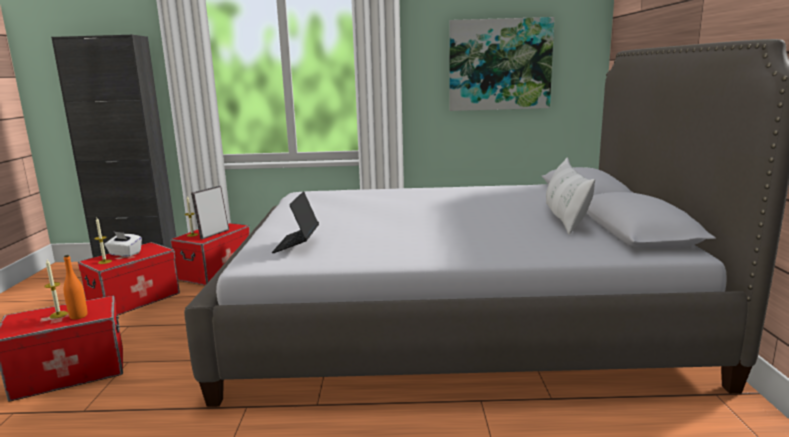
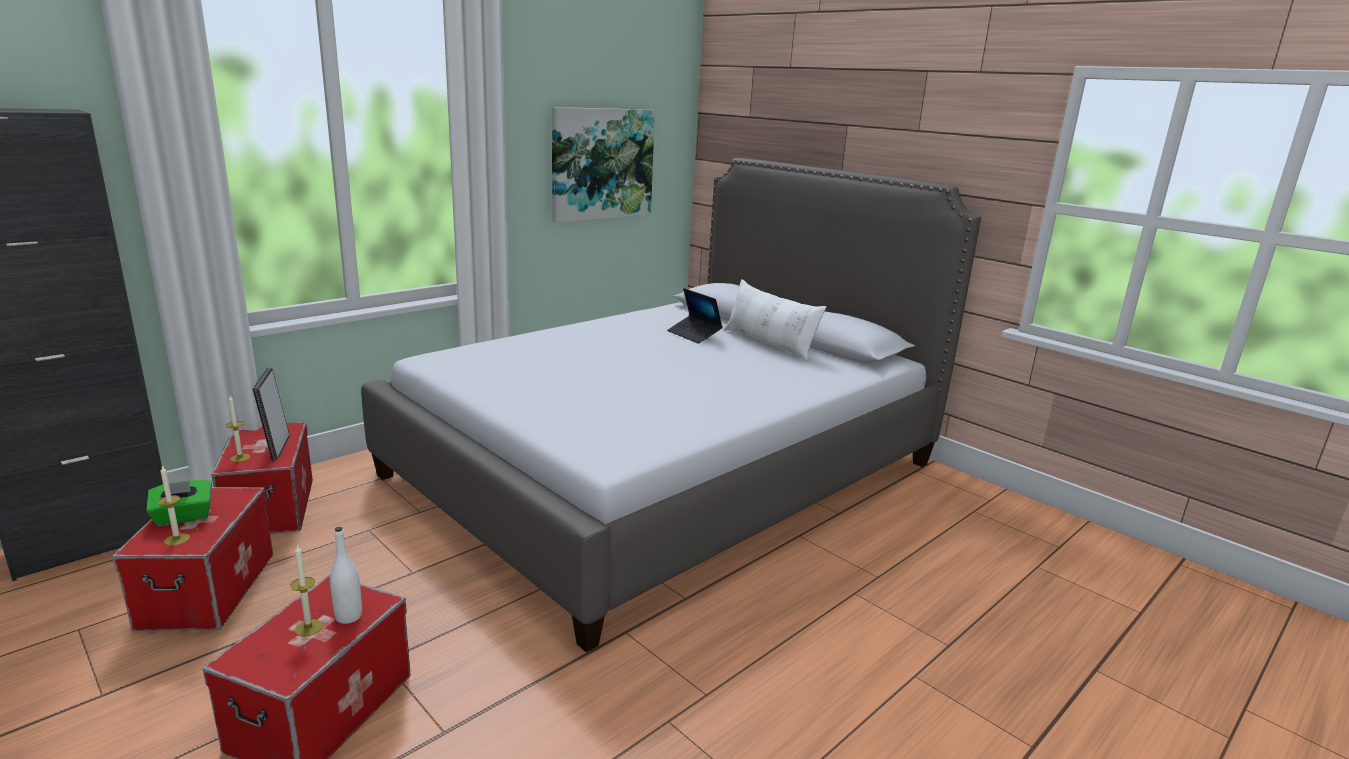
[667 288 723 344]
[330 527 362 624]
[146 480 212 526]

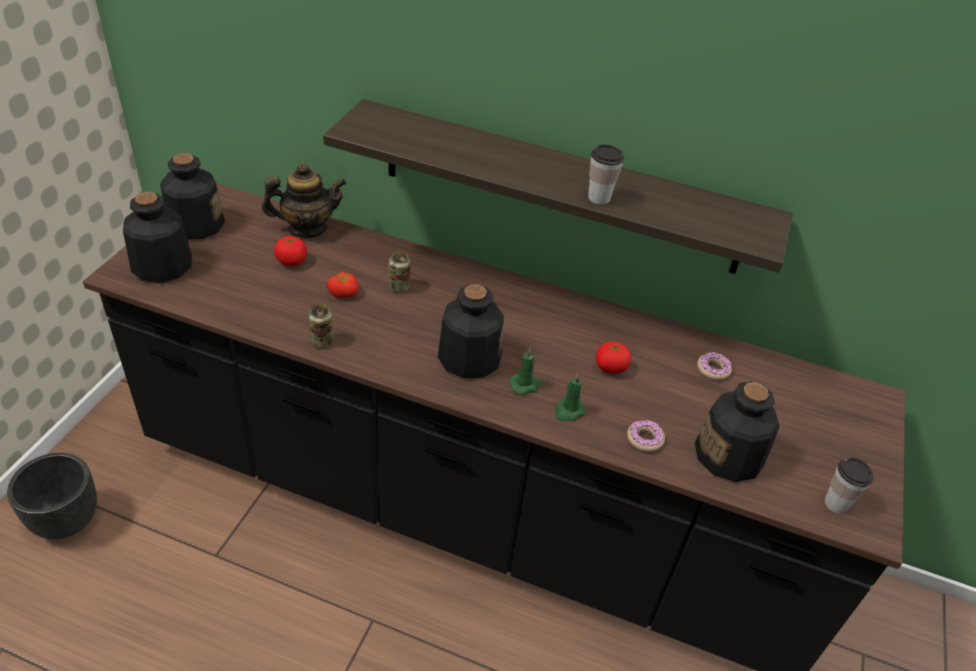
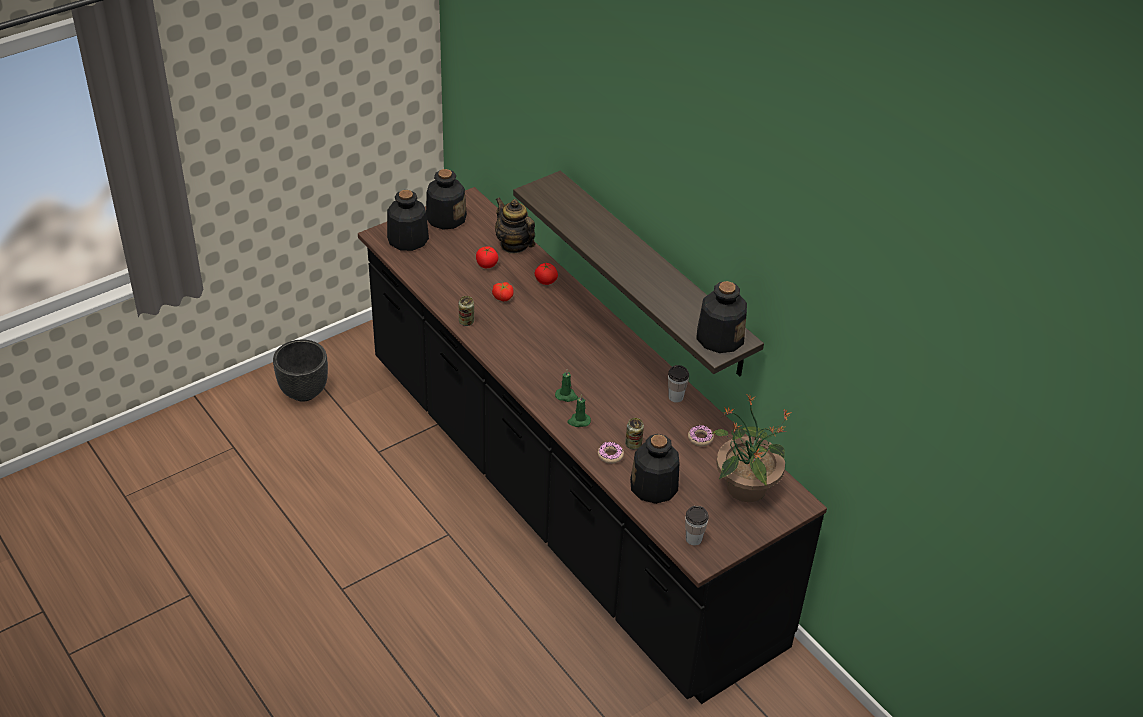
[712 394 792 502]
[625 418 644 449]
[696 281 747 353]
[668 365 689 403]
[535 263 558 285]
[495 197 535 254]

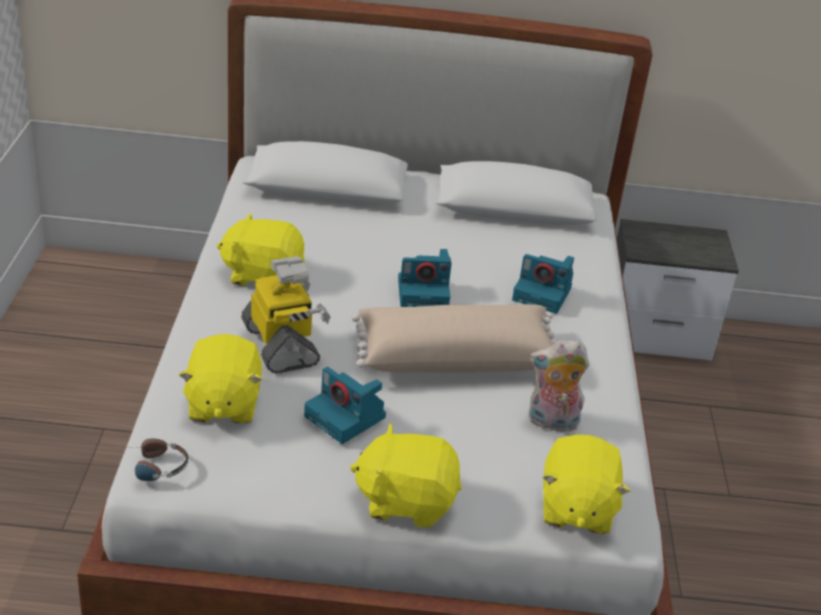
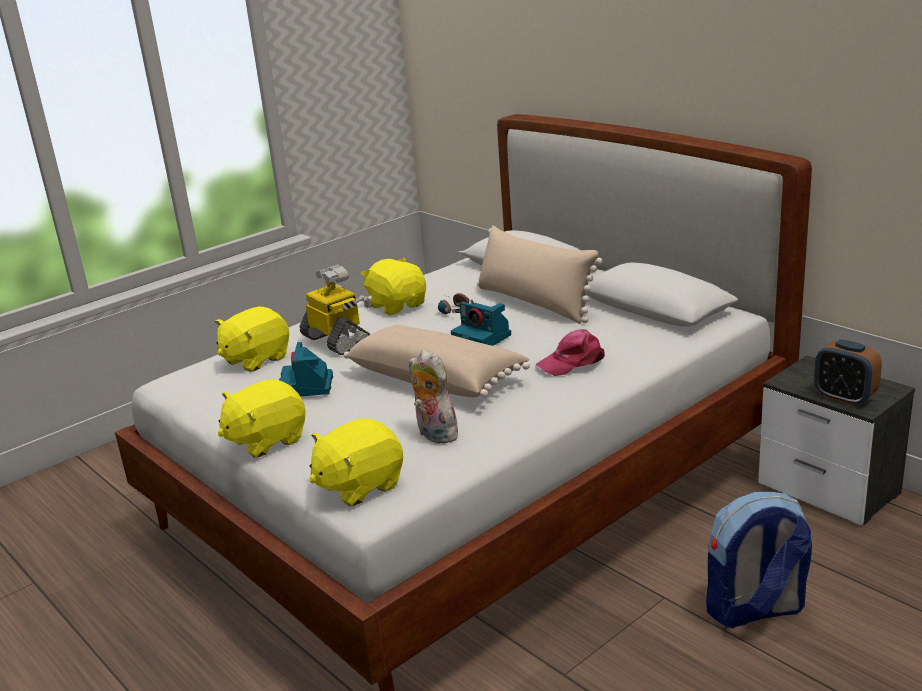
[477 225 603 324]
[706 492 812 628]
[814 339 882 406]
[438 293 474 314]
[536 329 605 376]
[300 265 372 355]
[218 379 306 458]

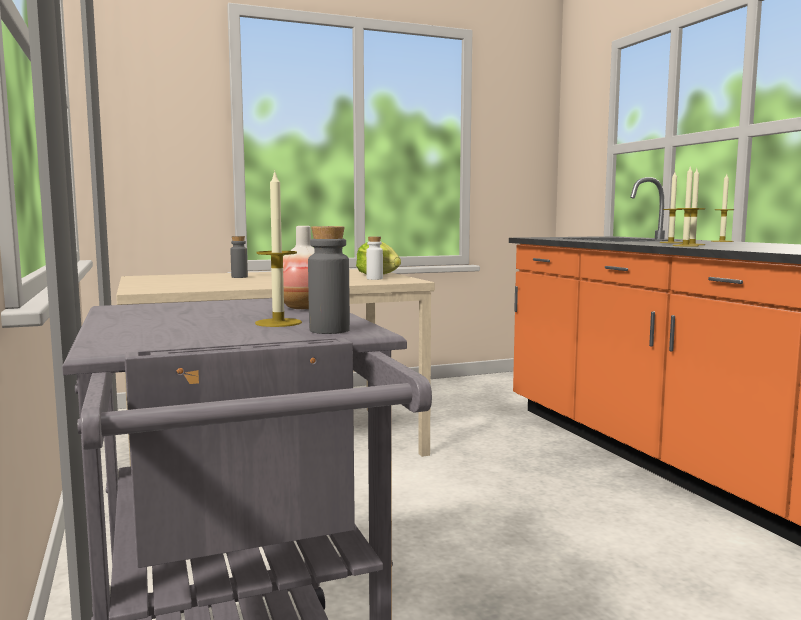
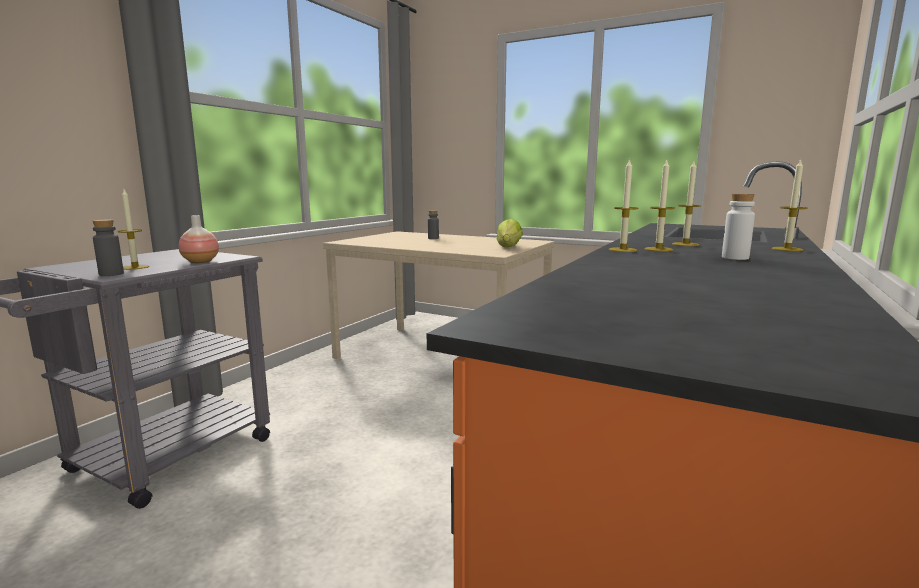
[722 193 755 260]

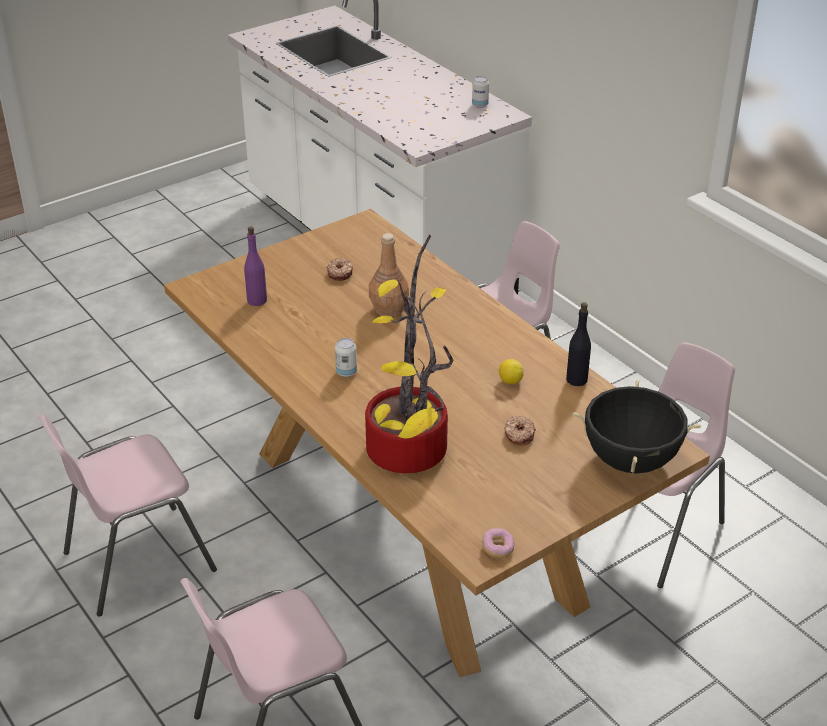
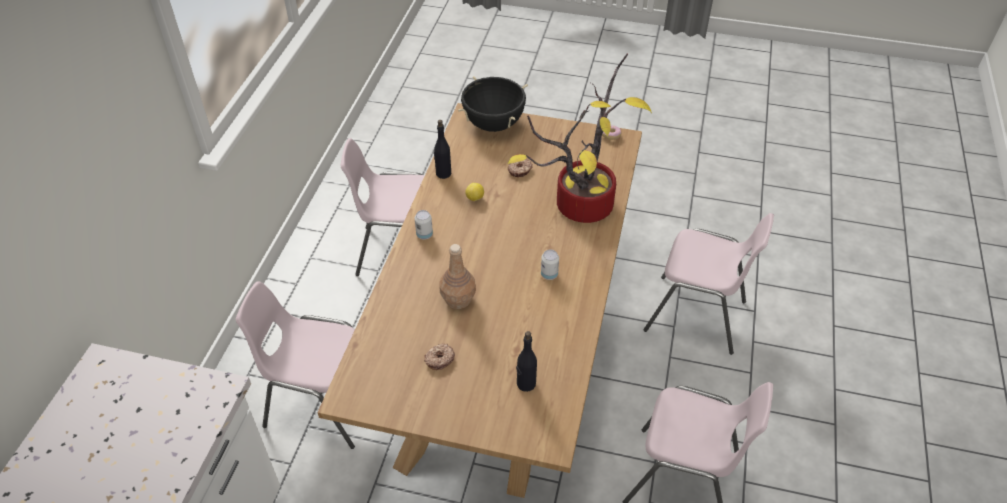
[415 210 433 240]
[516 331 537 392]

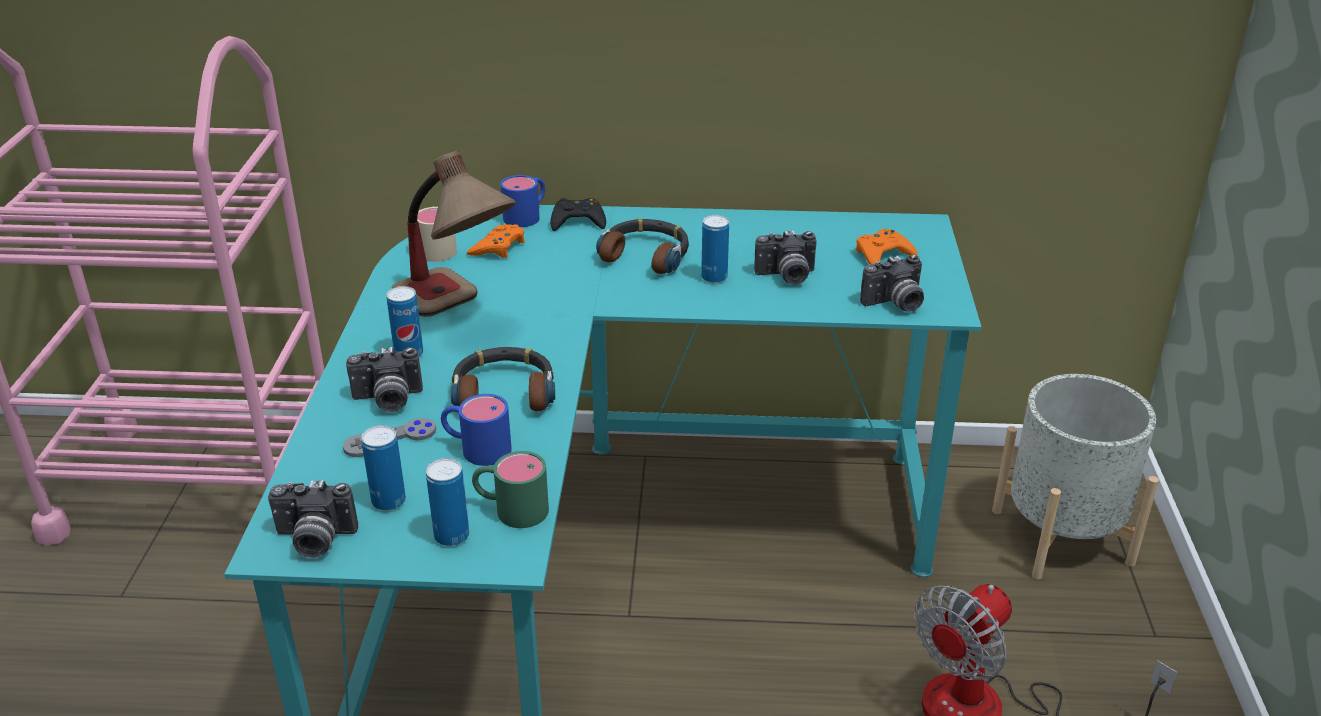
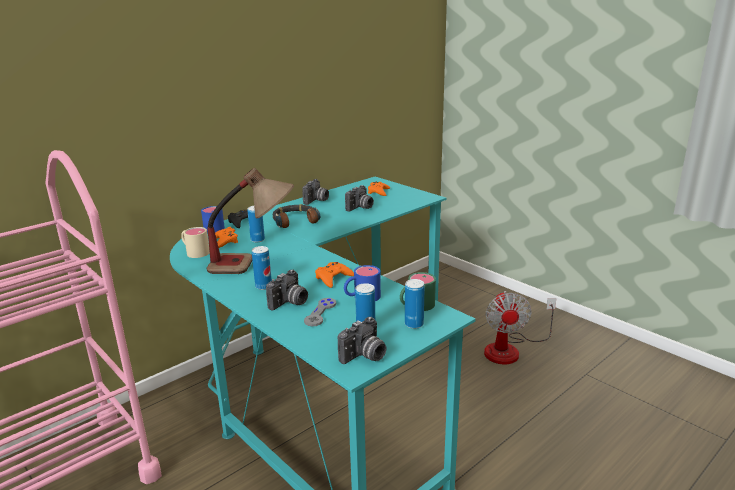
[992 374 1159 579] (first image)
[247 206 265 242]
[302 179 329 205]
[315 262 354 288]

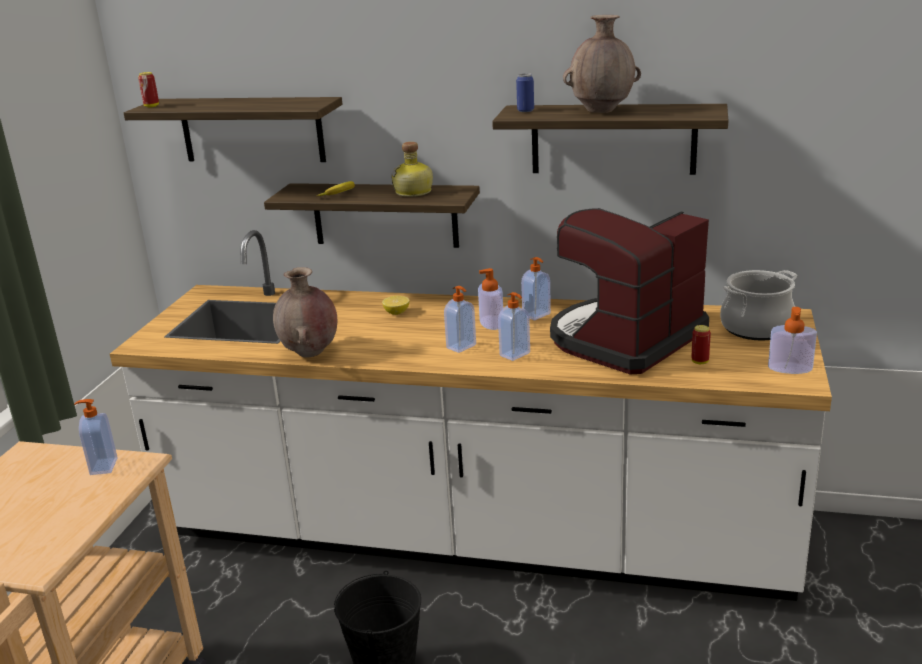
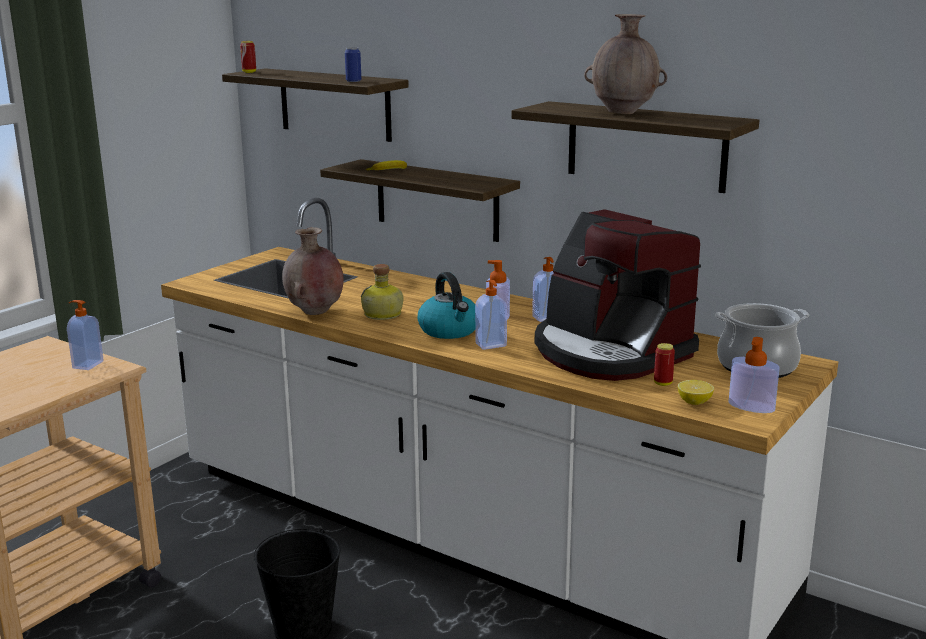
[678 380 714 405]
[361 264 403 320]
[345 47 361 82]
[418 272 475 339]
[535 209 701 381]

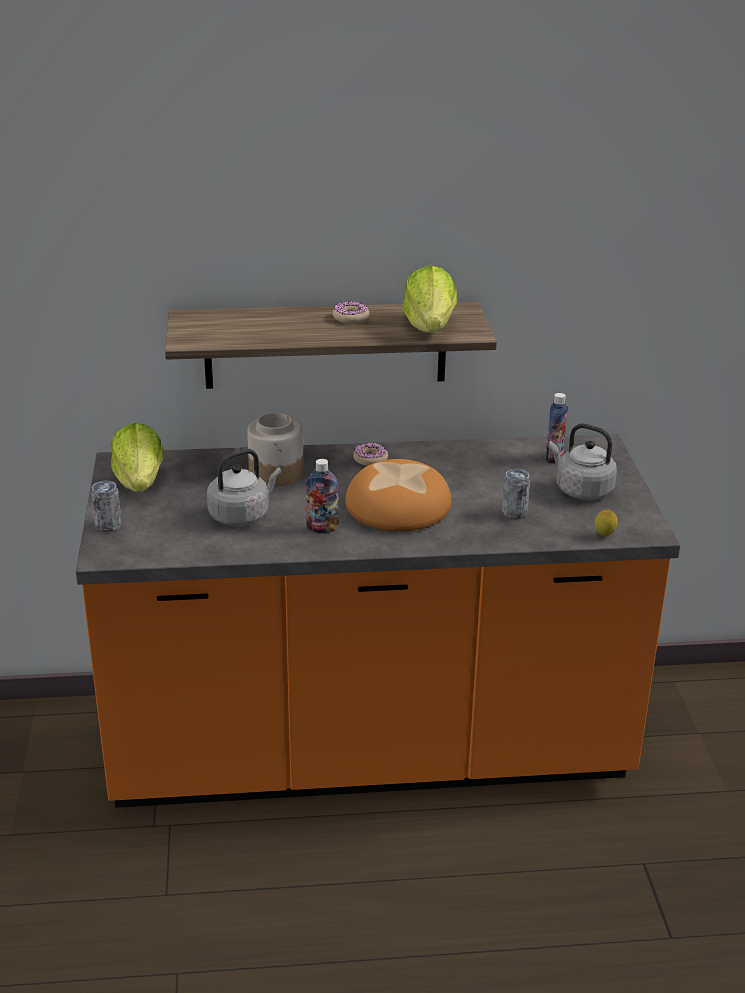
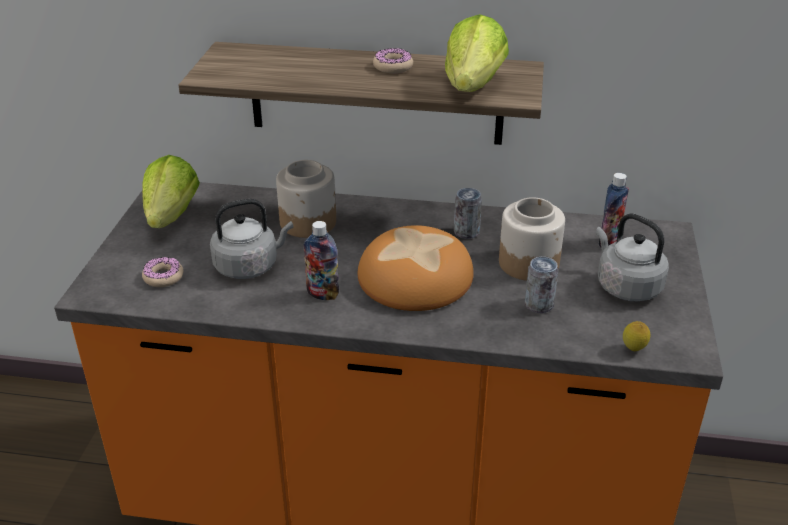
[499 197 565 281]
[454 188 482 239]
[142 257 183 287]

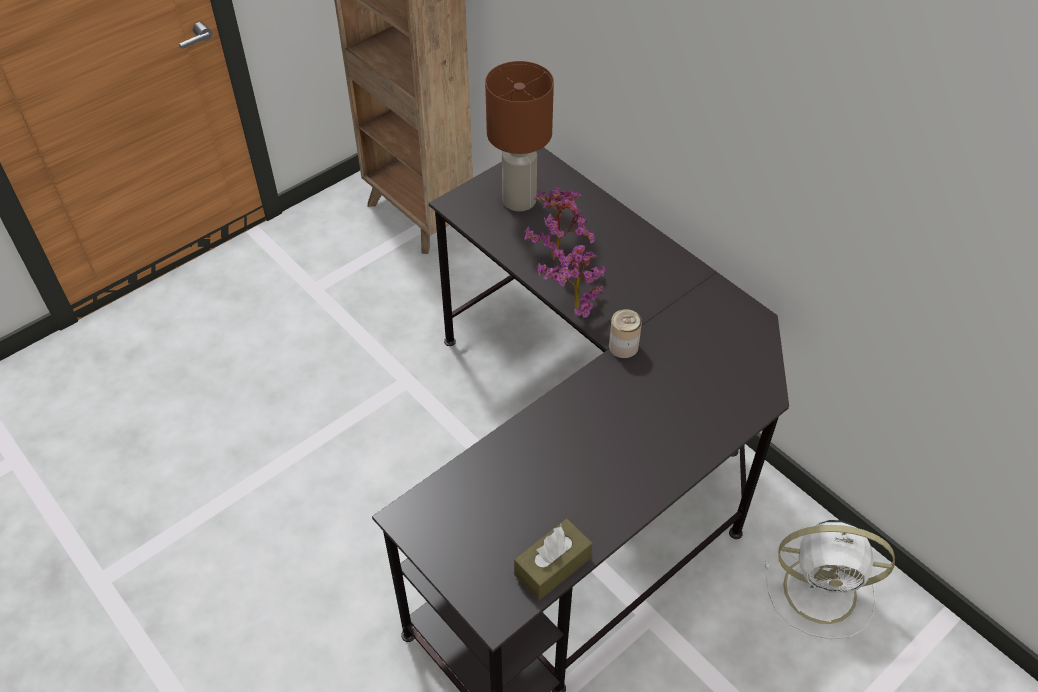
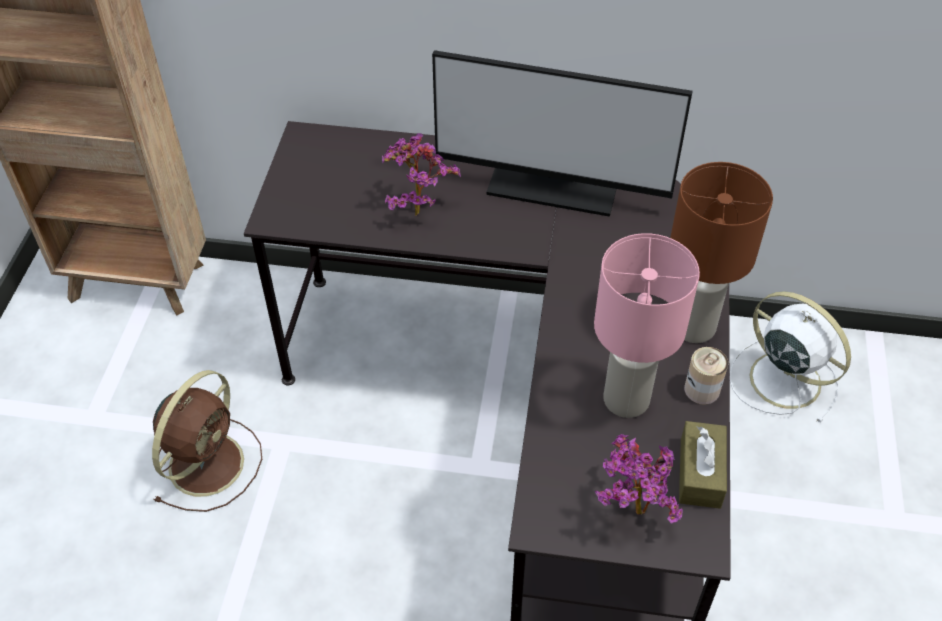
[152 370 262 512]
[432 50 693 217]
[594 233 700 418]
[670 162 773 343]
[595 434 683 524]
[684 347 728 405]
[730 291 851 423]

